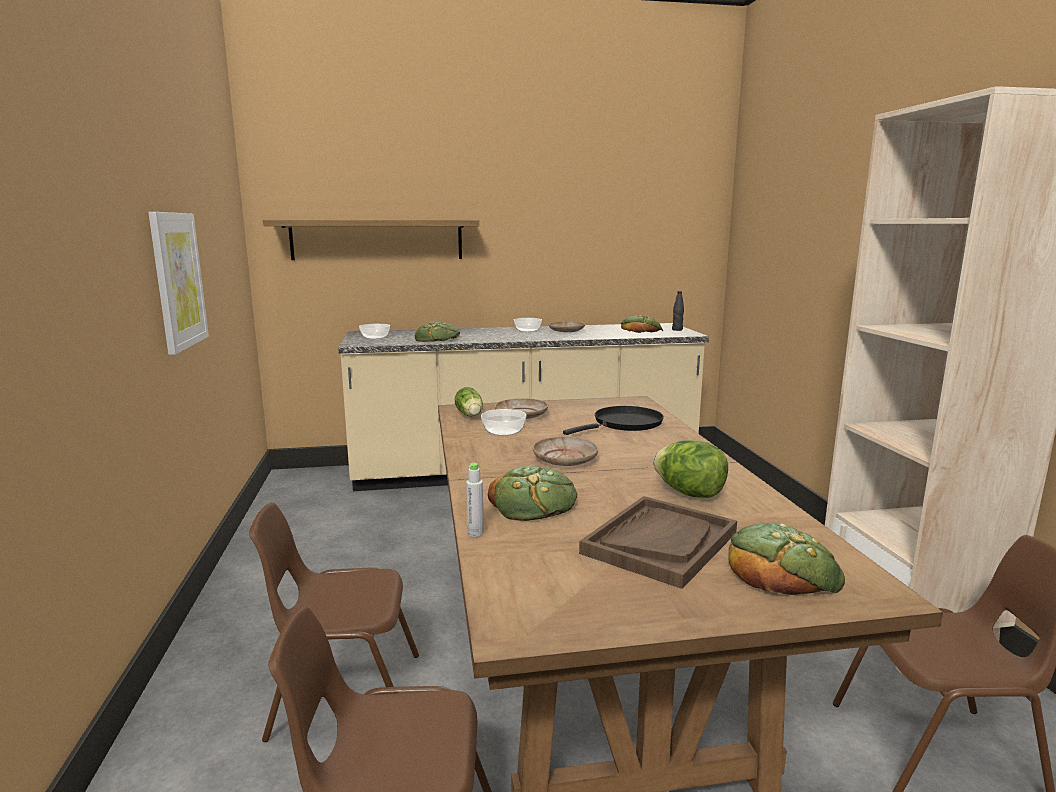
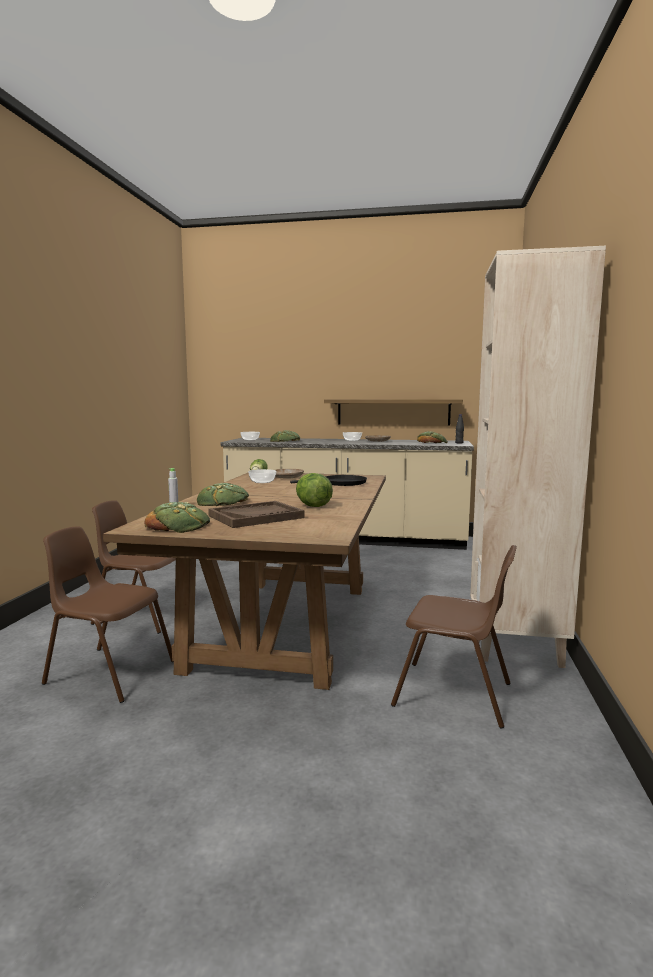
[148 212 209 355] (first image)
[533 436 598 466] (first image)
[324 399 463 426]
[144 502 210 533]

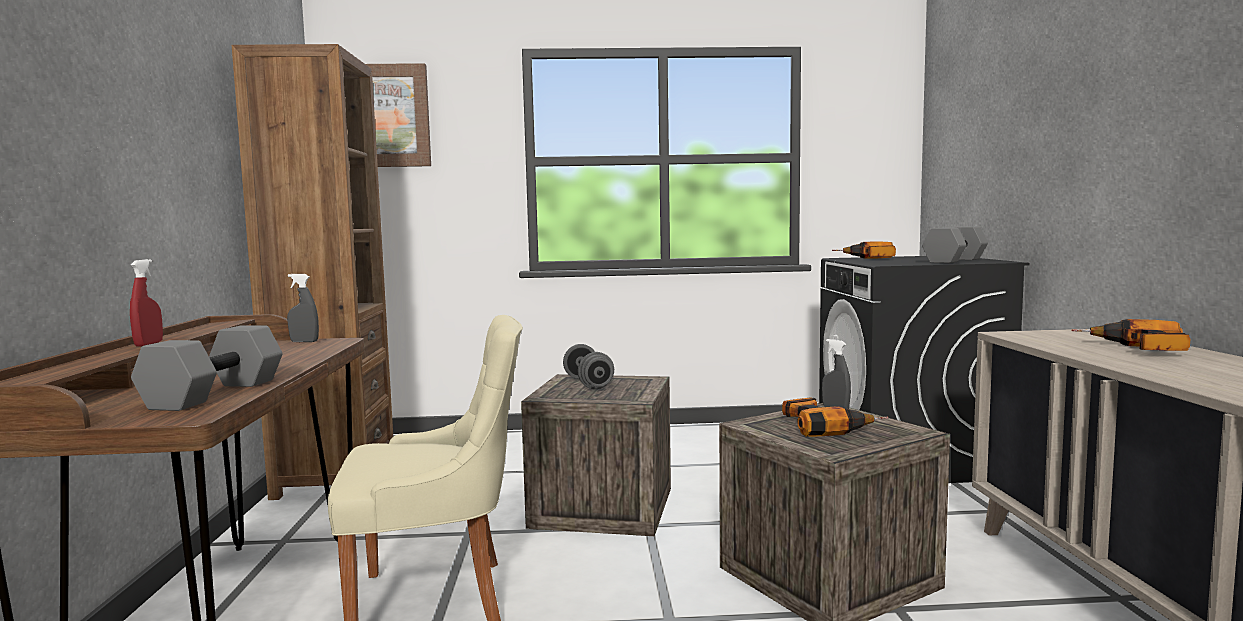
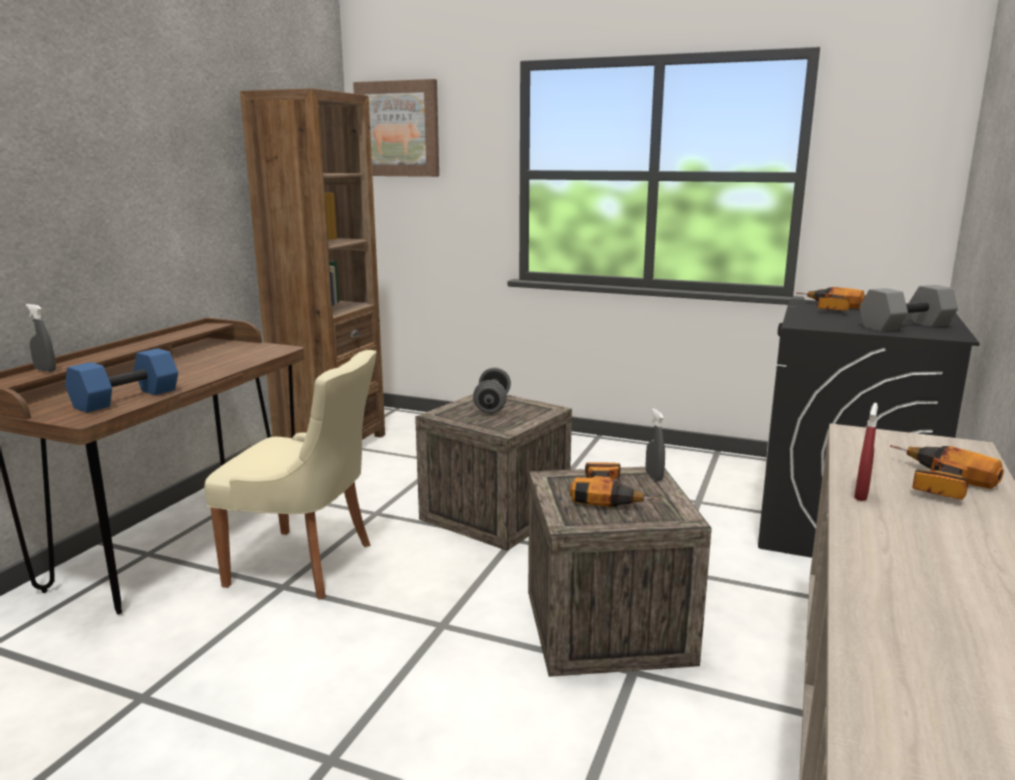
[854 403 878 501]
[26 304 56 372]
[65 348 178 413]

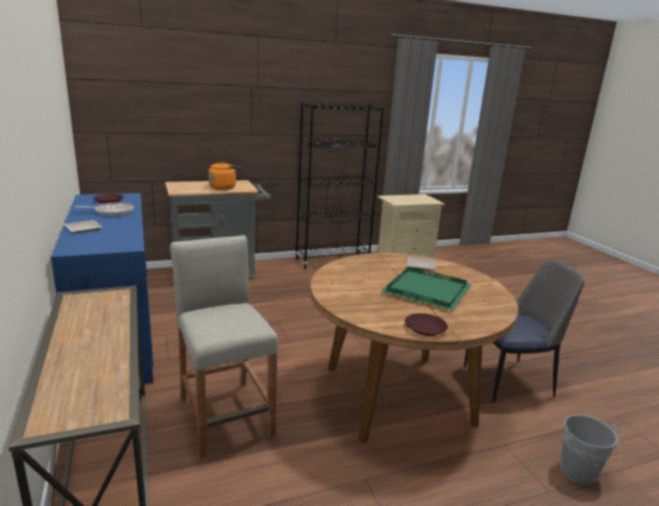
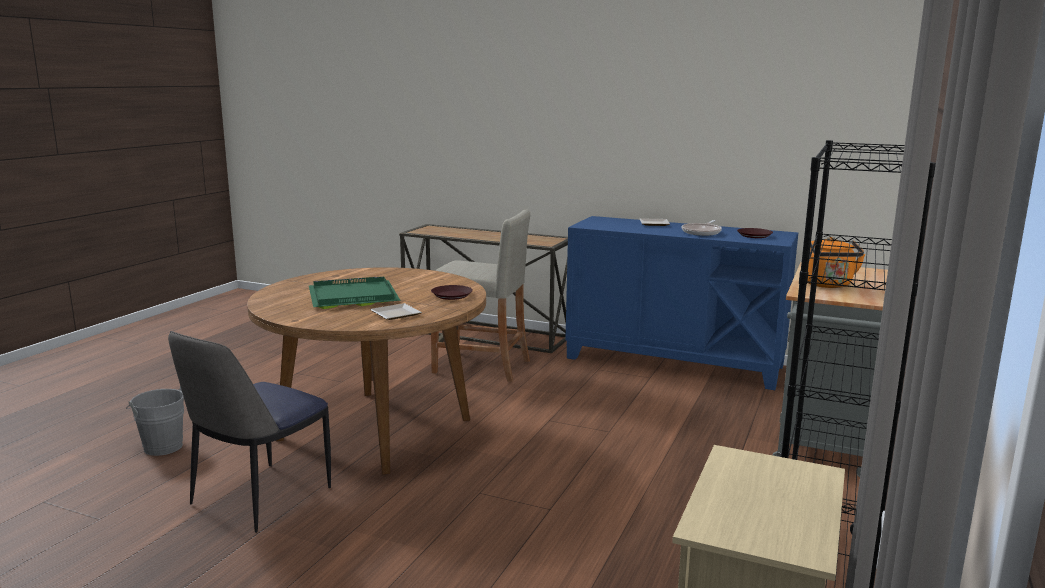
[431 285 473 300]

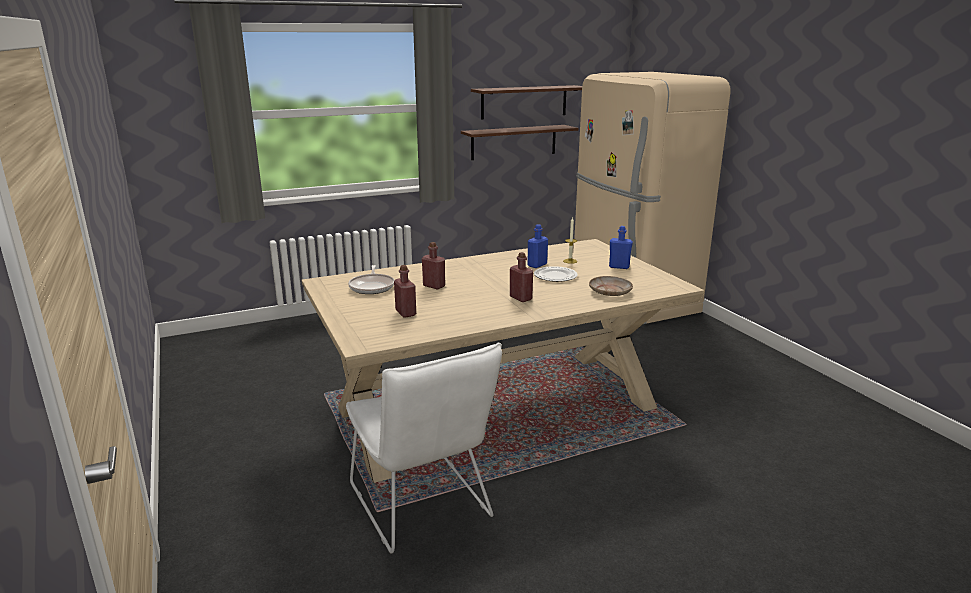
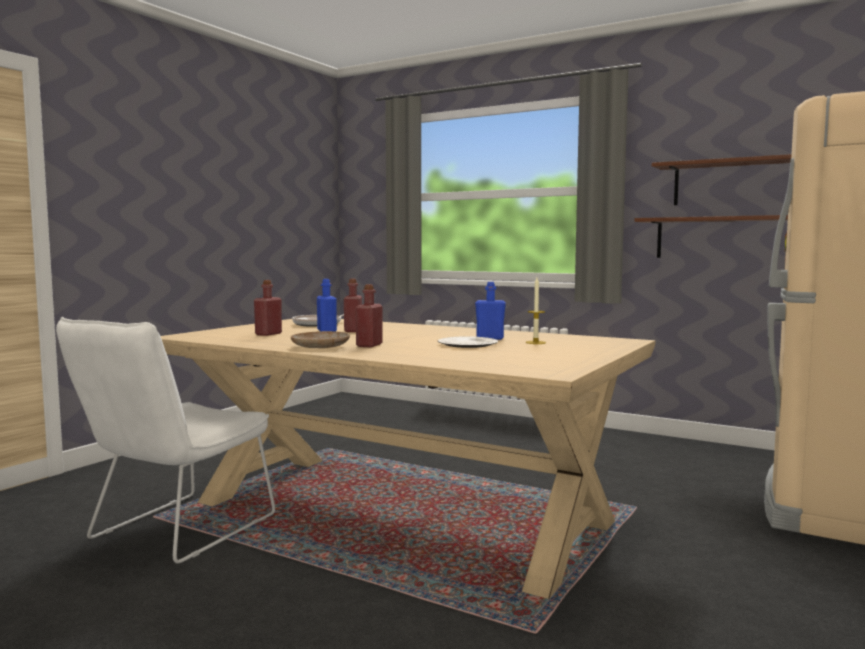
[291 331 350 348]
[317 279 337 332]

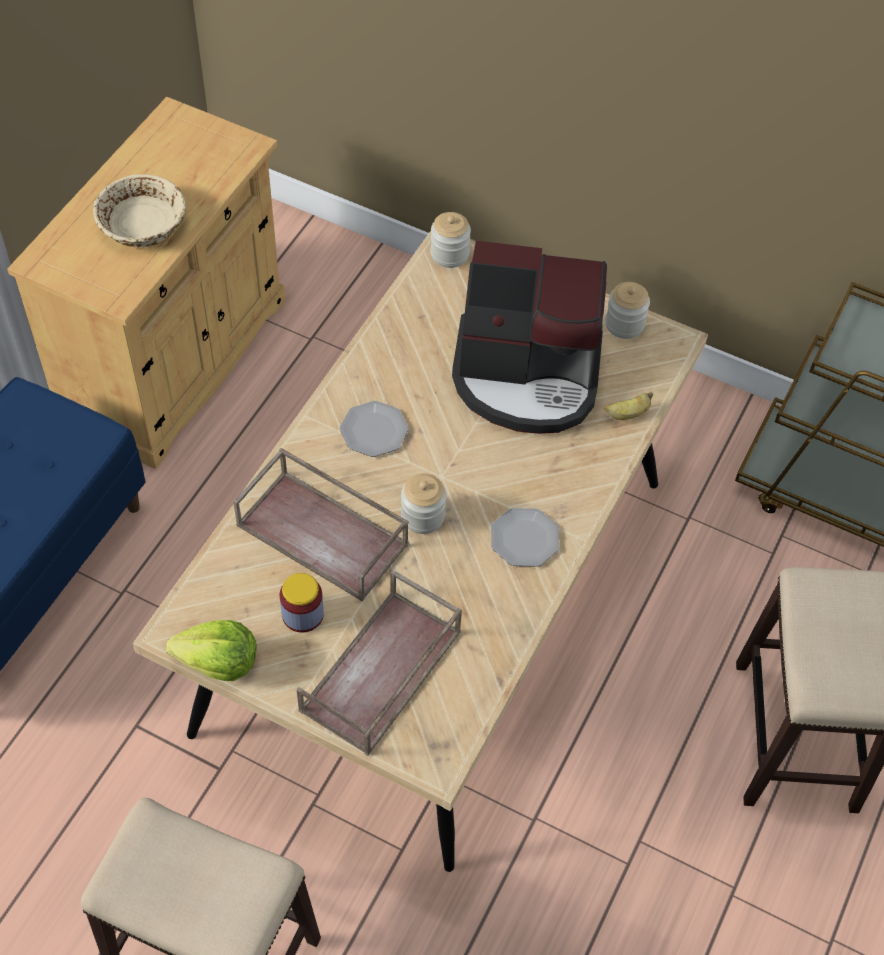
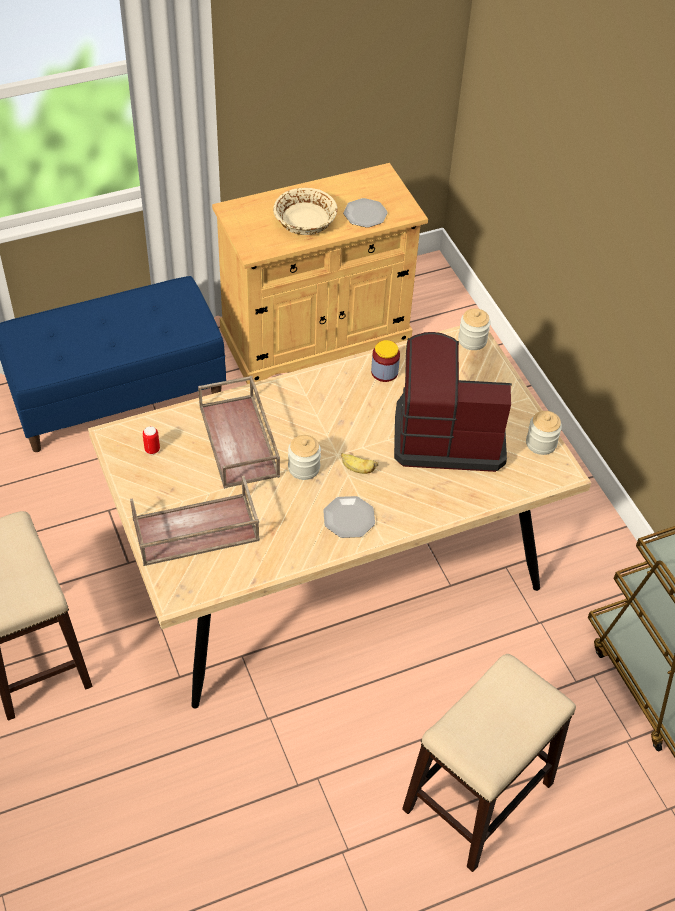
[166 620 257 681] (first image)
[143 426 160 454]
[371 340 400 382]
[343 198 388 228]
[341 453 378 474]
[394 332 512 472]

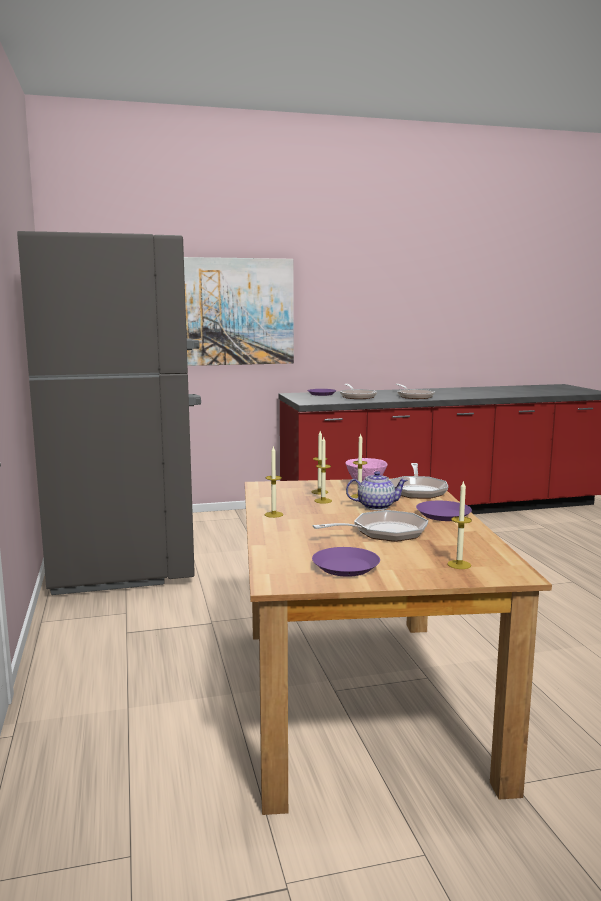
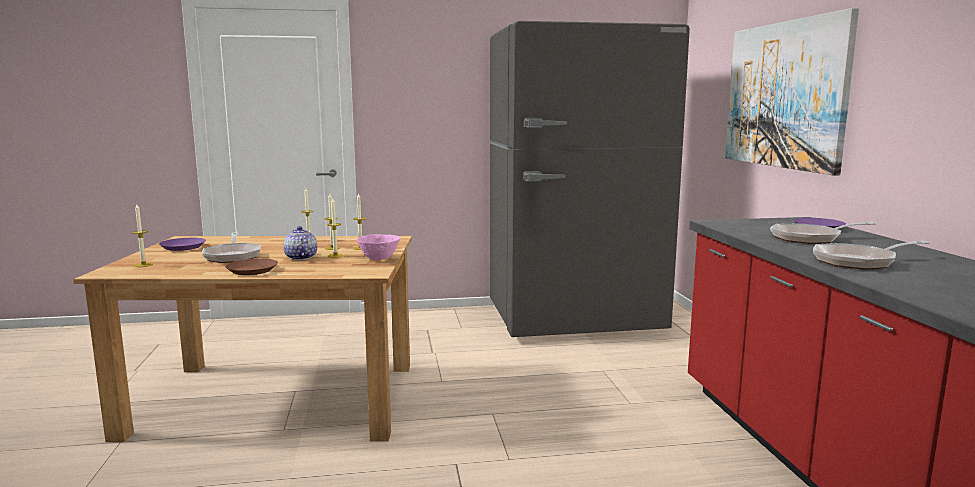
[389 463 448 499] (first image)
[225 258 278 275]
[283 226 317 260]

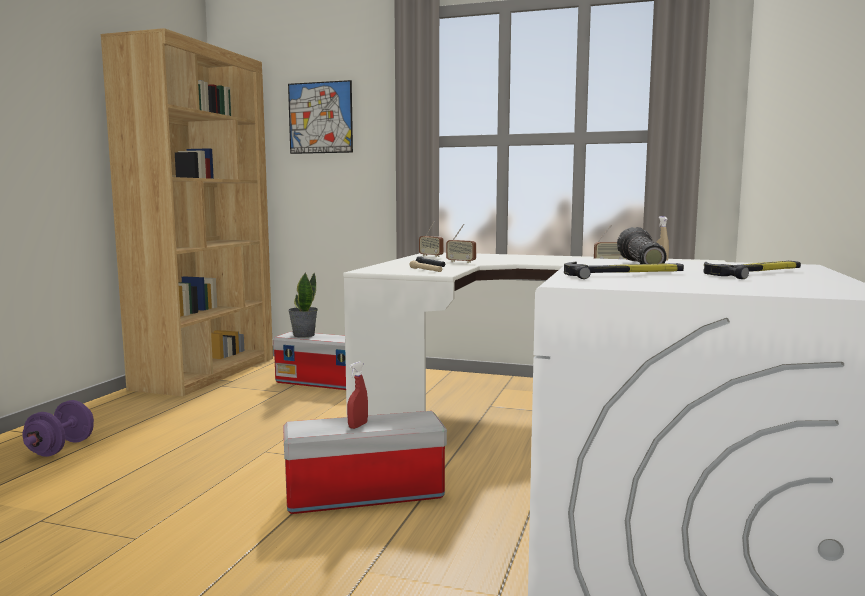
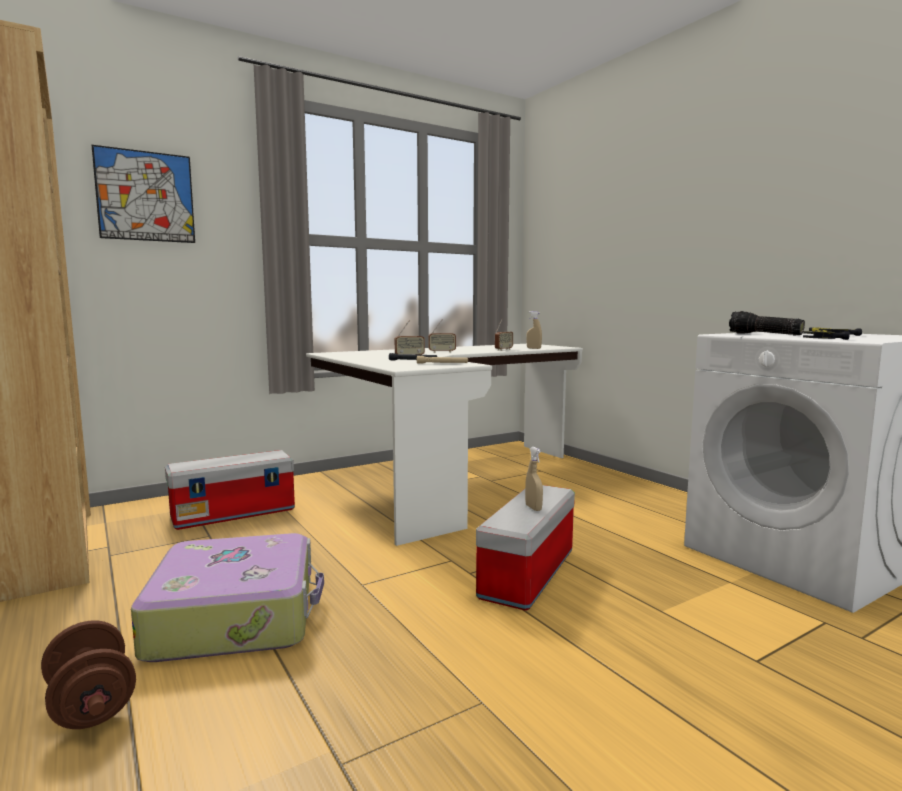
[288 272 318 337] (first image)
[131 533 324 662]
[429 319 456 353]
[41 620 136 729]
[525 447 543 511]

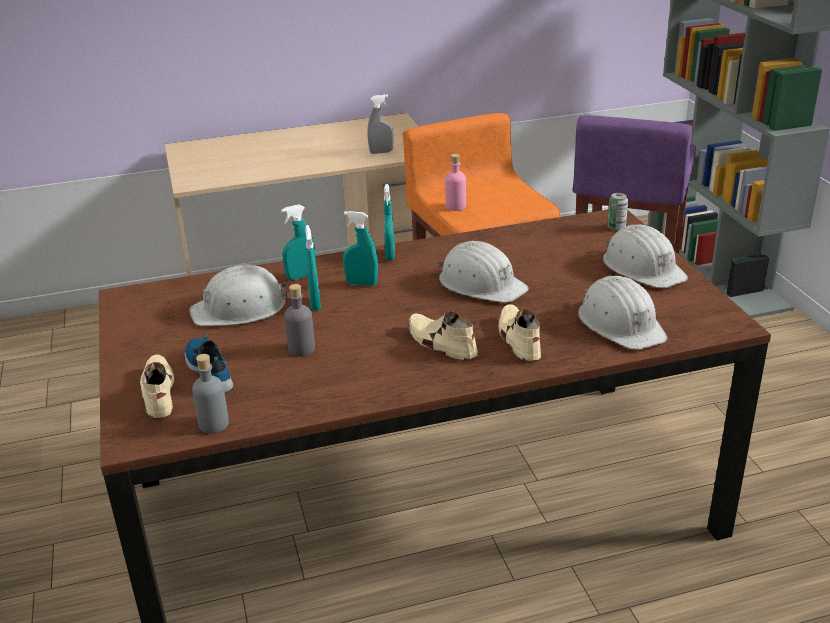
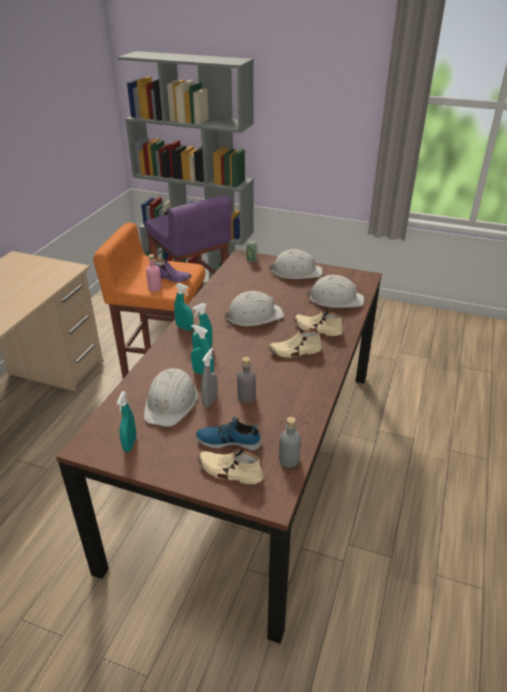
[155 259 192 282]
[117 391 136 452]
[201 348 218 407]

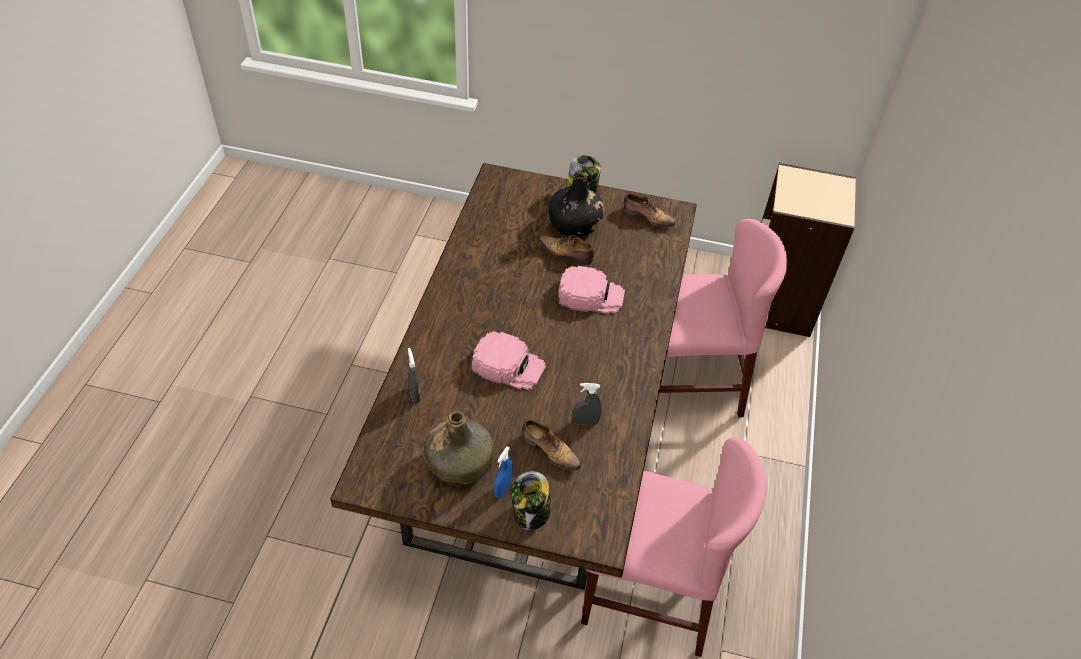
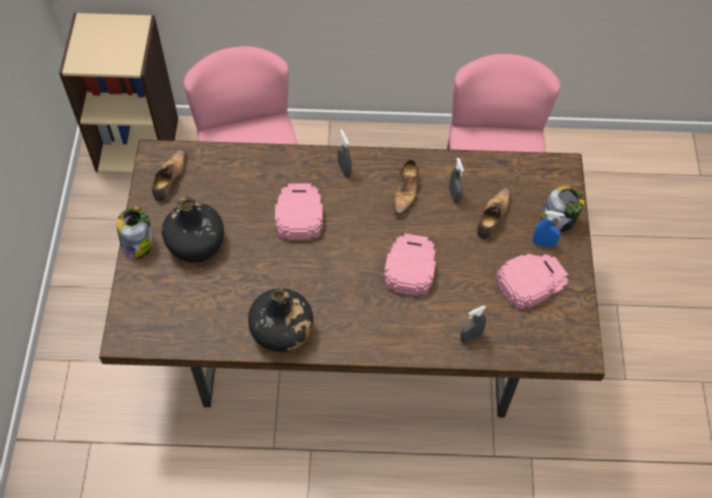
[248 288 313 352]
[338 129 352 178]
[393 160 419 216]
[495 254 569 311]

